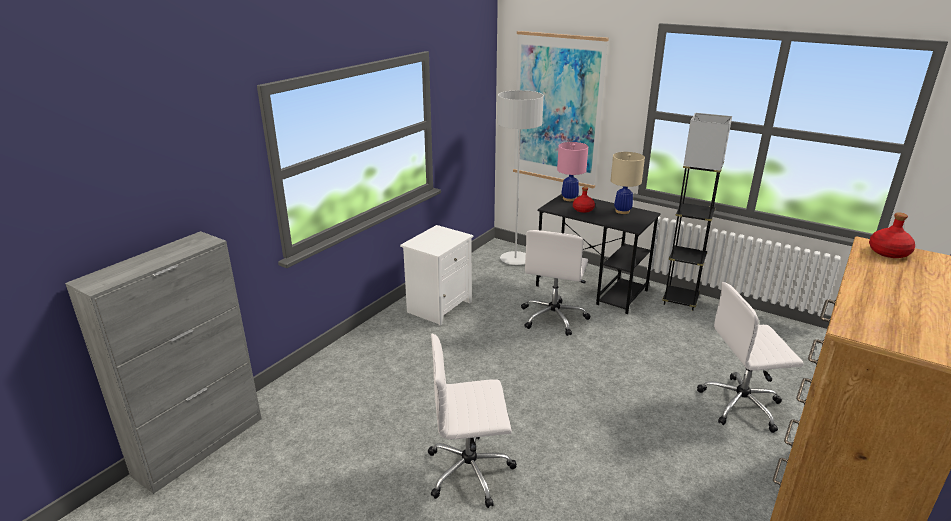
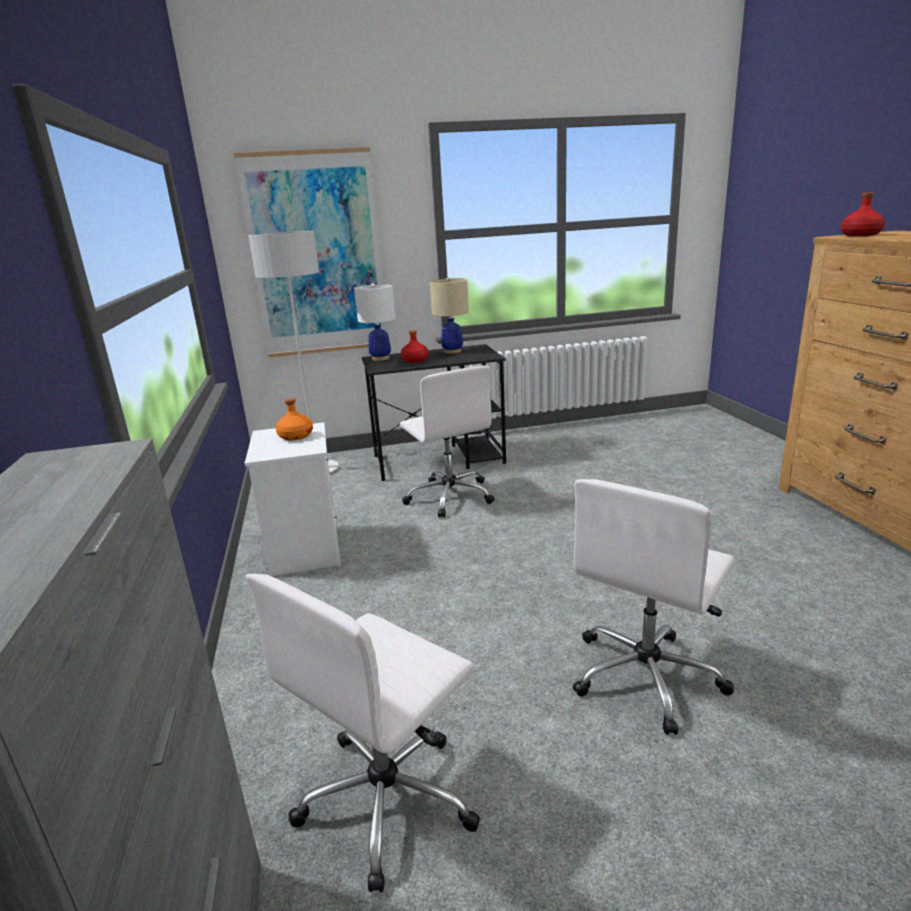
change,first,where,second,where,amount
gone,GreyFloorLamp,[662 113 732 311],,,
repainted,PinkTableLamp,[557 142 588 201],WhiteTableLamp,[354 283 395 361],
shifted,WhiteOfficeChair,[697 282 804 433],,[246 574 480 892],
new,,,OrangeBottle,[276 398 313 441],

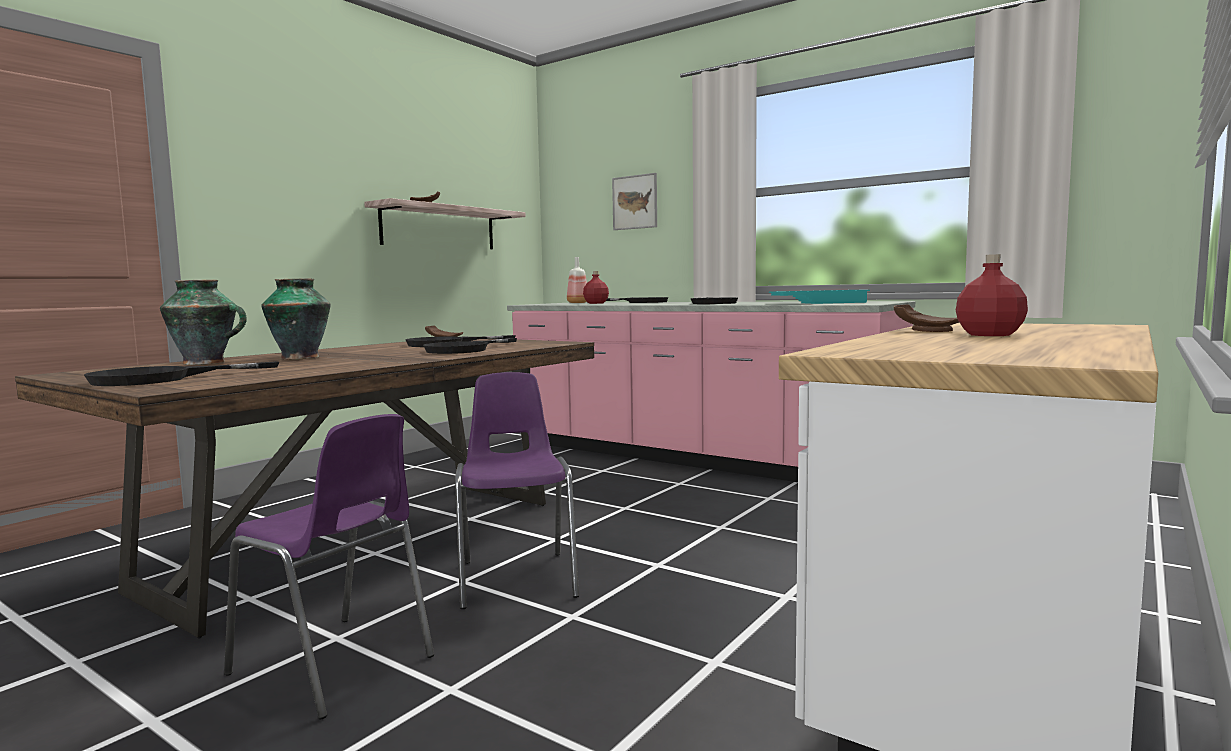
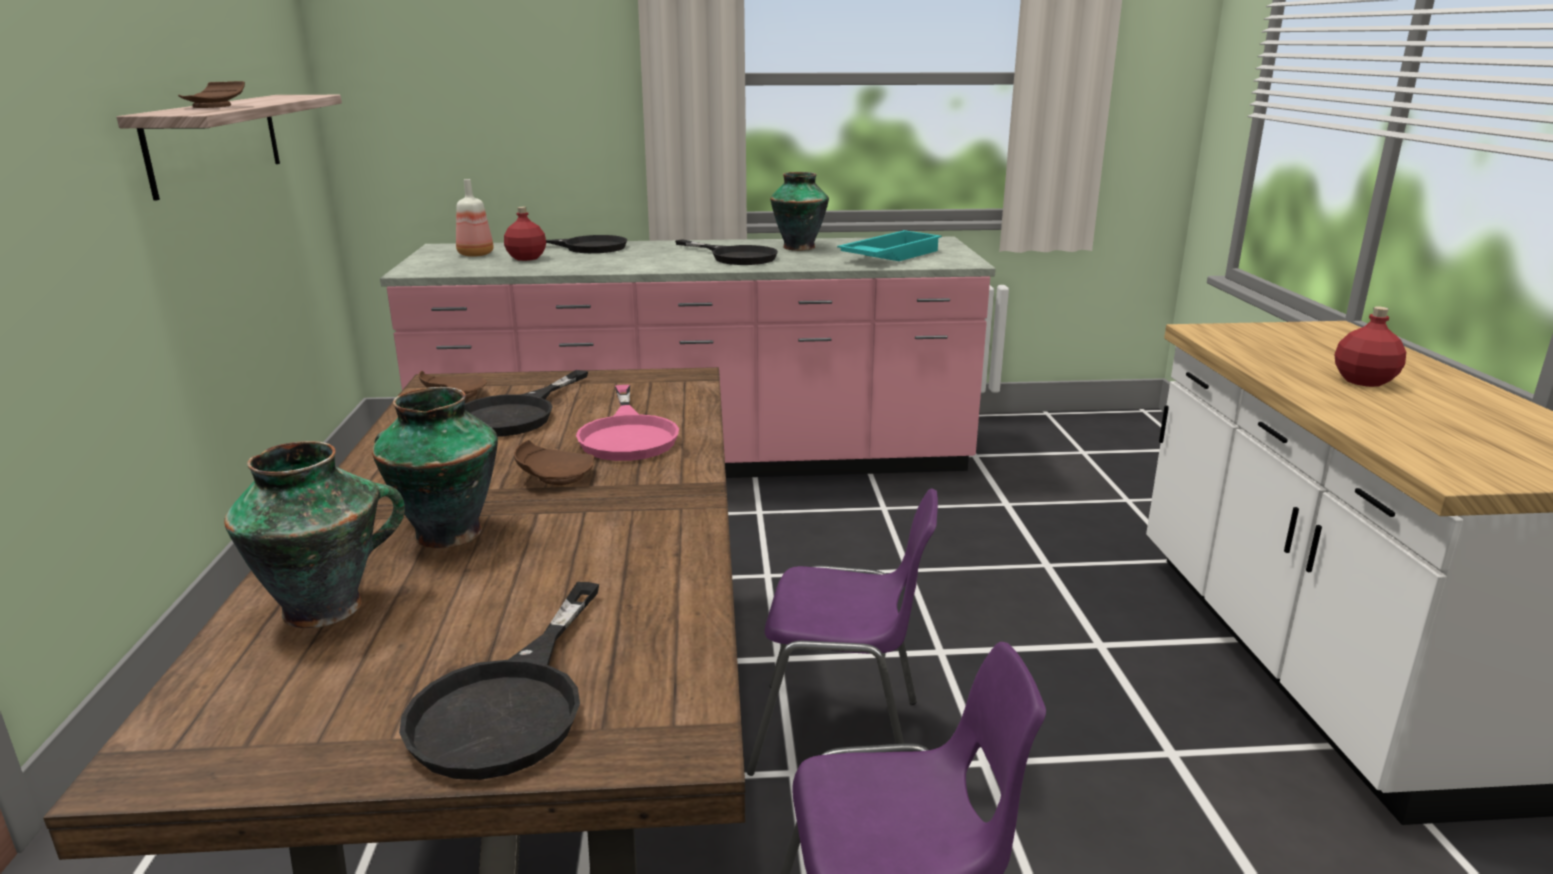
change,first,where,second,where,amount
gone,Picture,[612 173 657 230],,,
shifted,BrownPlate,[894 304 959 332],,[514 440 594 485],
repainted,BlackFryingPan,[423 338 517 354],PinkFryingPan,[576 385 679 461],
rotated,PurpleChair,[455 372 579 609],,[747 488 938 776],150 degrees clockwise
new,,,Vase,[770 172 829 251],

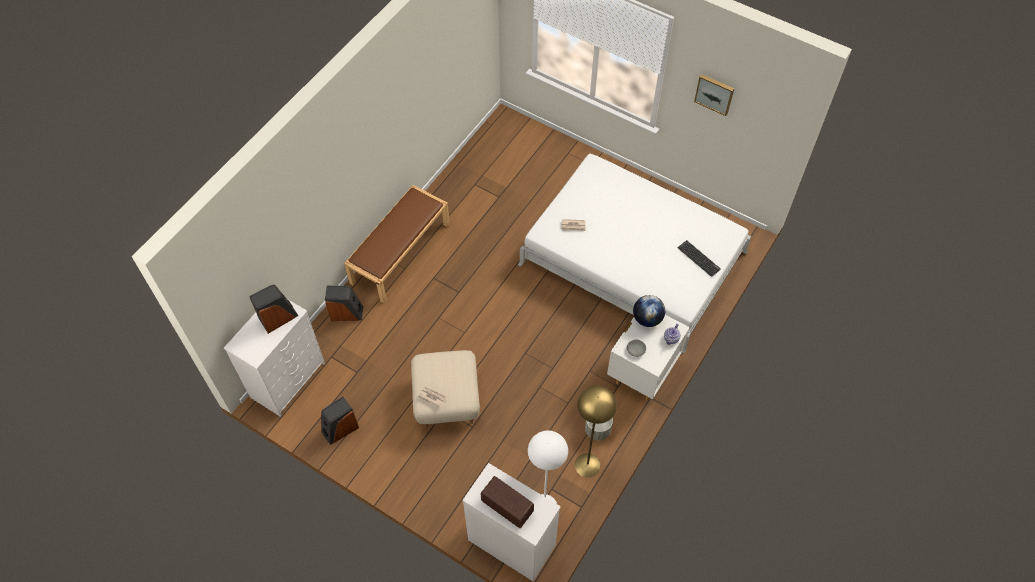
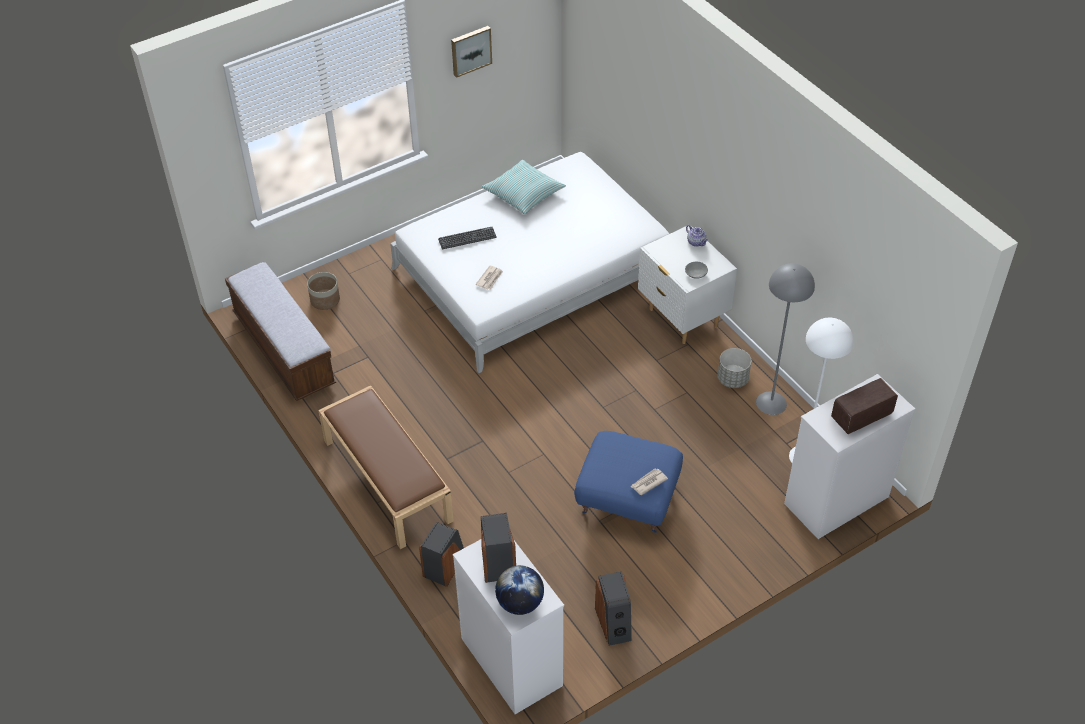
change,first,where,second,where,amount
shifted,Keyboard,[678 240 721 277],,[438 227 497 249],
shifted,Globe,[633 295 665 327],,[495 565 544 615],
repainted,BeigeOttoman,[411 350 480 428],BlueOttoman,[574 431 683 533],
repainted,YellowFloorLamp,[575 386 617 478],GreyFloorLamp,[756 263 815 415],
new,,,Pillow,[482 160 566 215],
new,,,Bench,[225 262 336 401],
new,,,Planter,[307 272 340 310],

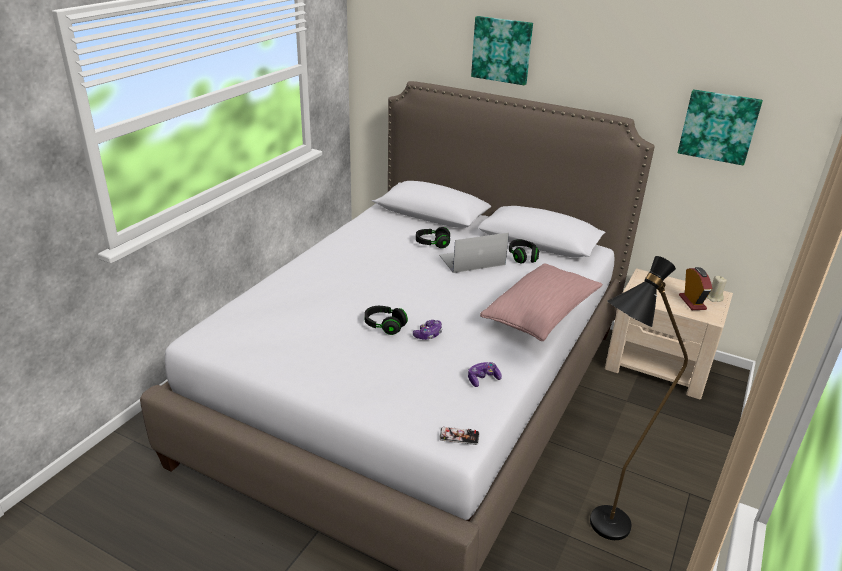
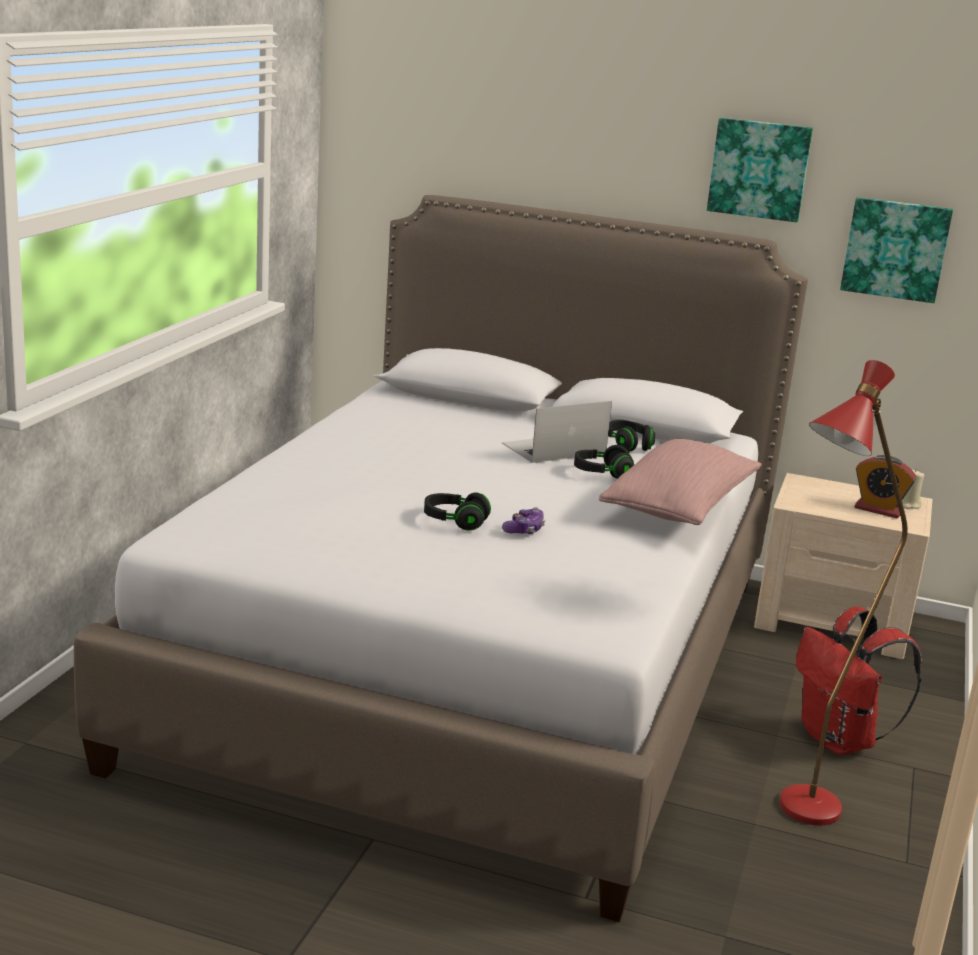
change,first,where,second,where,amount
shifted,Picture,[471 16 533 85],,[707 118 813 222],
shifted,BlackHeadphones,[416 227 450 248],,[574 445 634 479],
repainted,BlackFloorLamp,[590 256 688 540],RedFloorLamp,[779 360 908 825],
rotated,AlarmClock,[679 267 712 310],,[855 455 916 518],135 degrees clockwise
gone,GameController,[468 362 502 387],,,
gone,Phone,[439 426 479 445],,,
new,,,RedBackpack,[796 607 921 755],

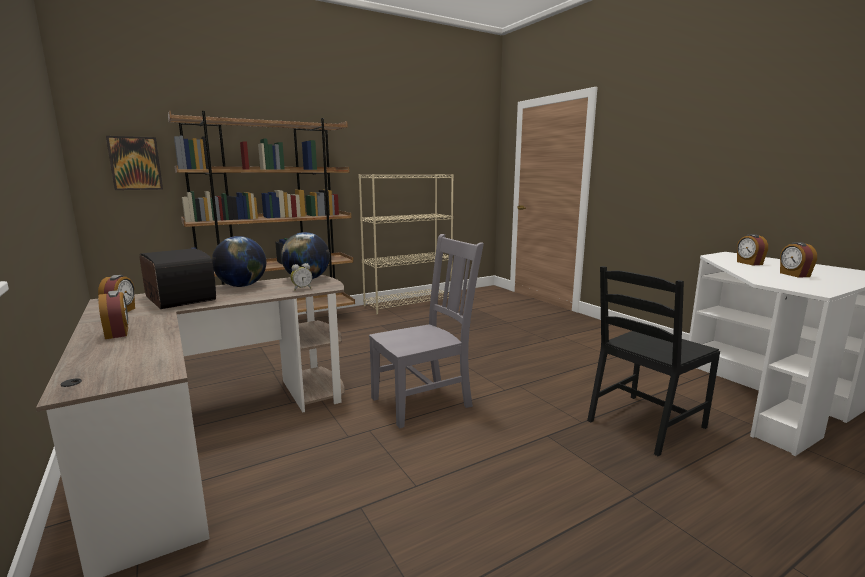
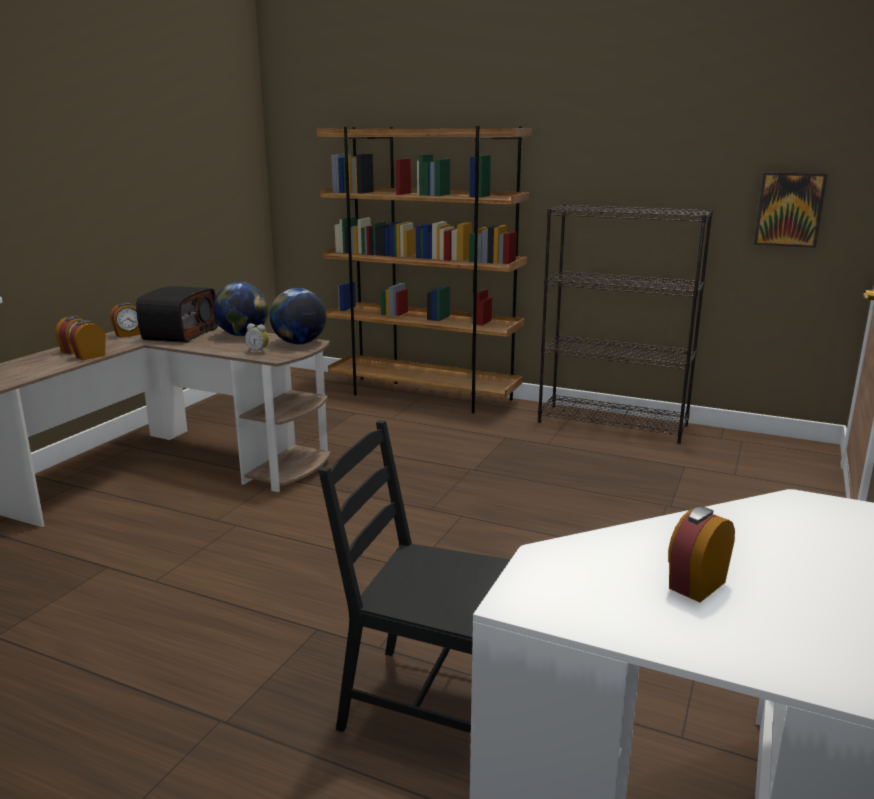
change,first,where,second,where,amount
shifted,Picture,[106 136 163 190],,[754 172 828 248],
repainted,BeigeBookcase,[359 174 454 314],BlackBookcase,[538 204 713 444],
gone,GreyChair,[369 234 484 428],,,
shifted,AlarmClock,[737 234 768 265],,[69 320 106 360],

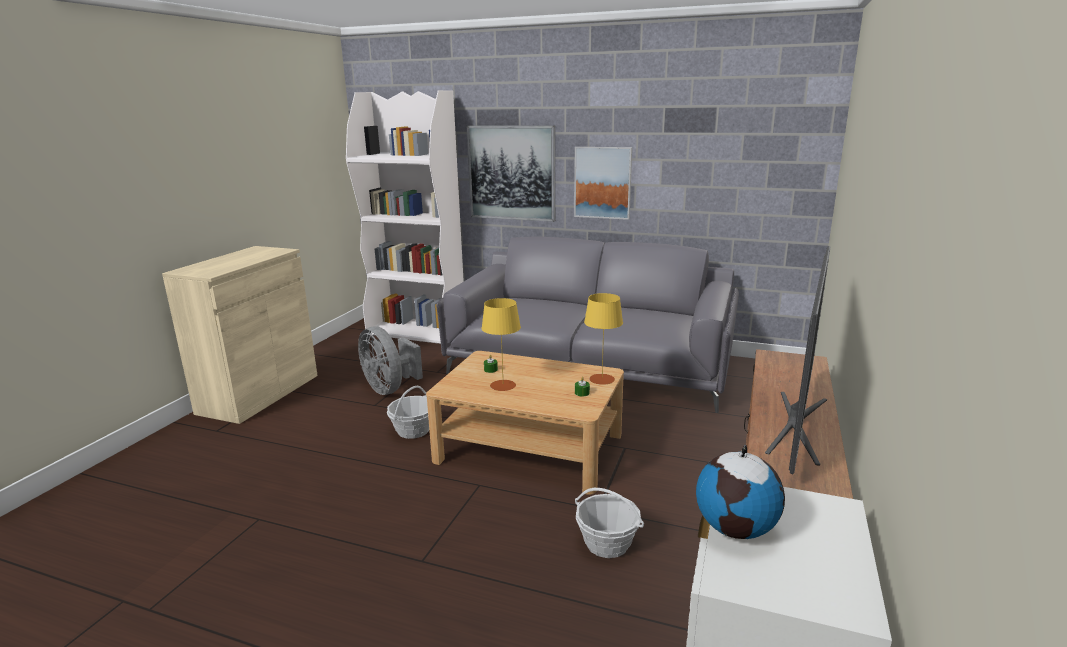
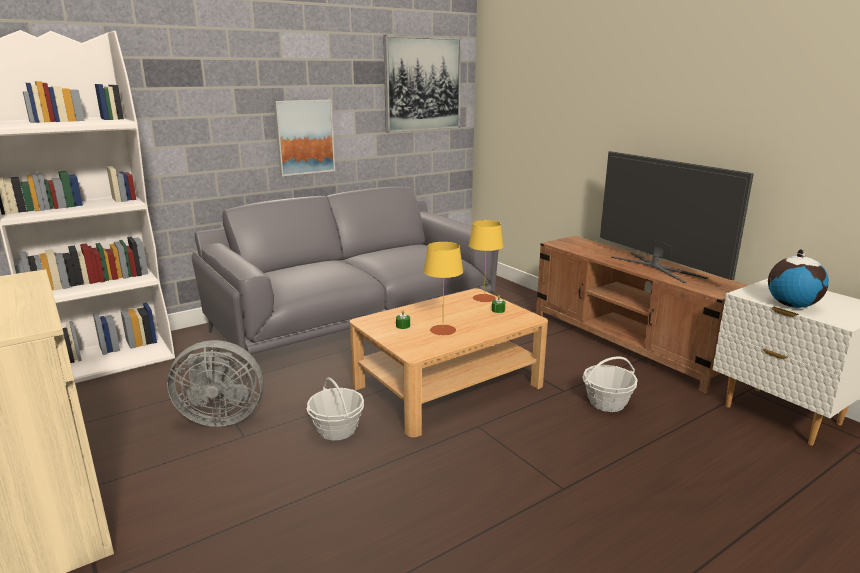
change,first,where,second,where,amount
shifted,Picture,[467 126 555 222],,[383 35 461 133],

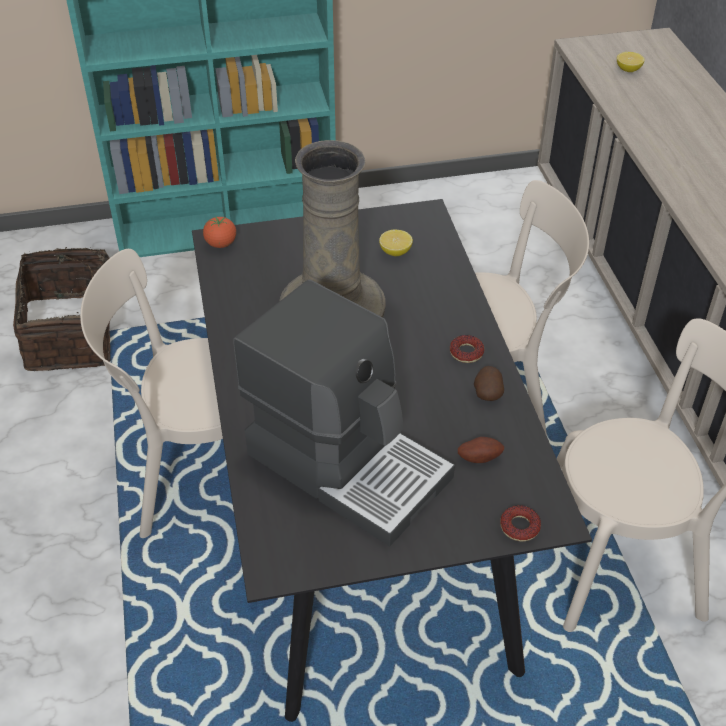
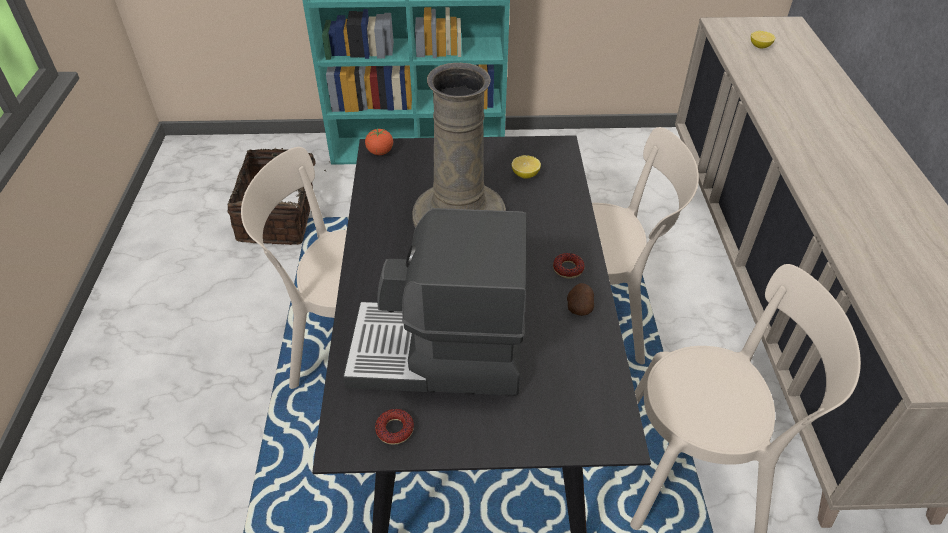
change,first,where,second,where,amount
rotated,CoffeeMachine,[233 280 455 546],,[343 208 527 396],135 degrees clockwise
gone,Potato,[458 437 504 463],,,
shifted,Donut,[500 505 541 541],,[375 409 414 445],

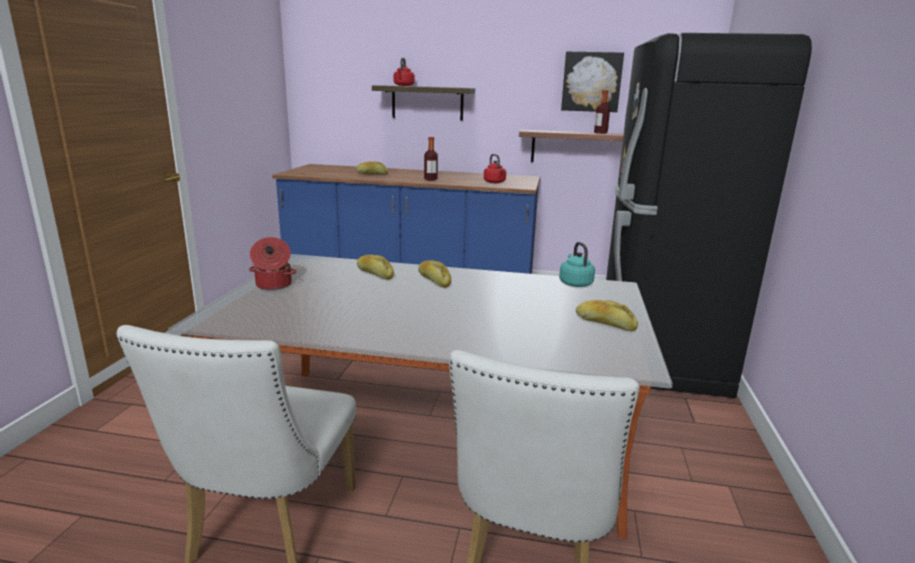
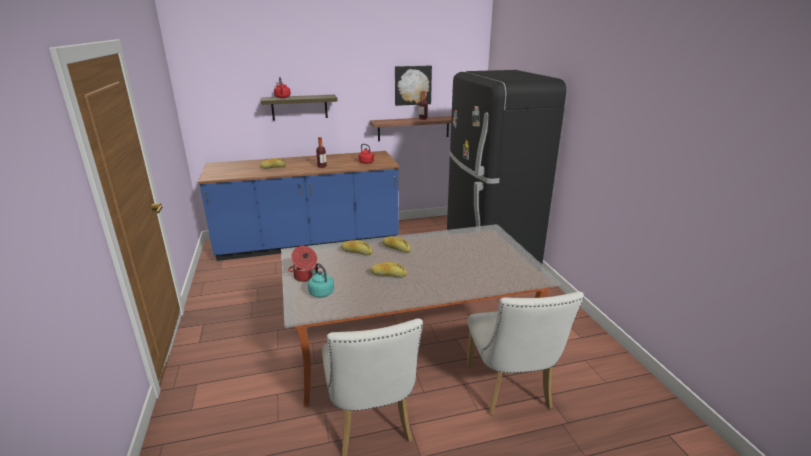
change,first,where,second,where,amount
shifted,TurquoiseKettle,[559 242 595 287],,[308 263 334 297],
shifted,Bread,[576 300 638 331],,[370 262 407 277],

